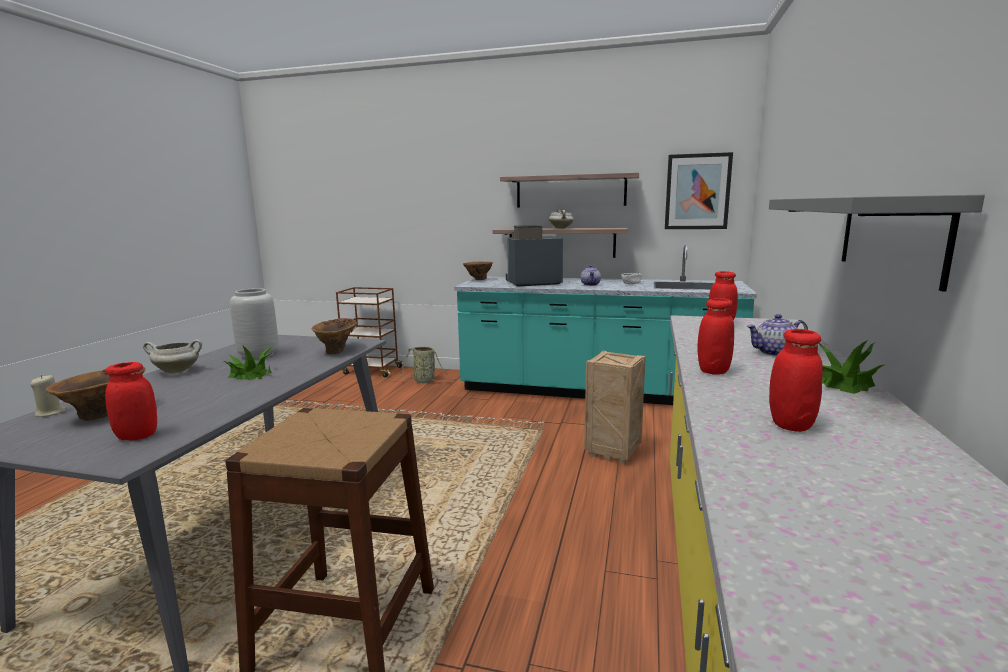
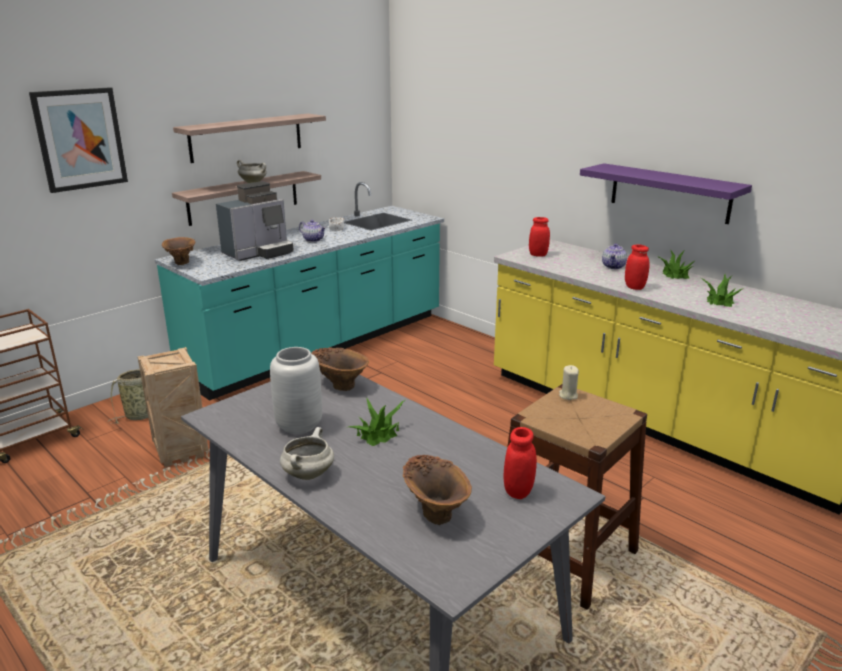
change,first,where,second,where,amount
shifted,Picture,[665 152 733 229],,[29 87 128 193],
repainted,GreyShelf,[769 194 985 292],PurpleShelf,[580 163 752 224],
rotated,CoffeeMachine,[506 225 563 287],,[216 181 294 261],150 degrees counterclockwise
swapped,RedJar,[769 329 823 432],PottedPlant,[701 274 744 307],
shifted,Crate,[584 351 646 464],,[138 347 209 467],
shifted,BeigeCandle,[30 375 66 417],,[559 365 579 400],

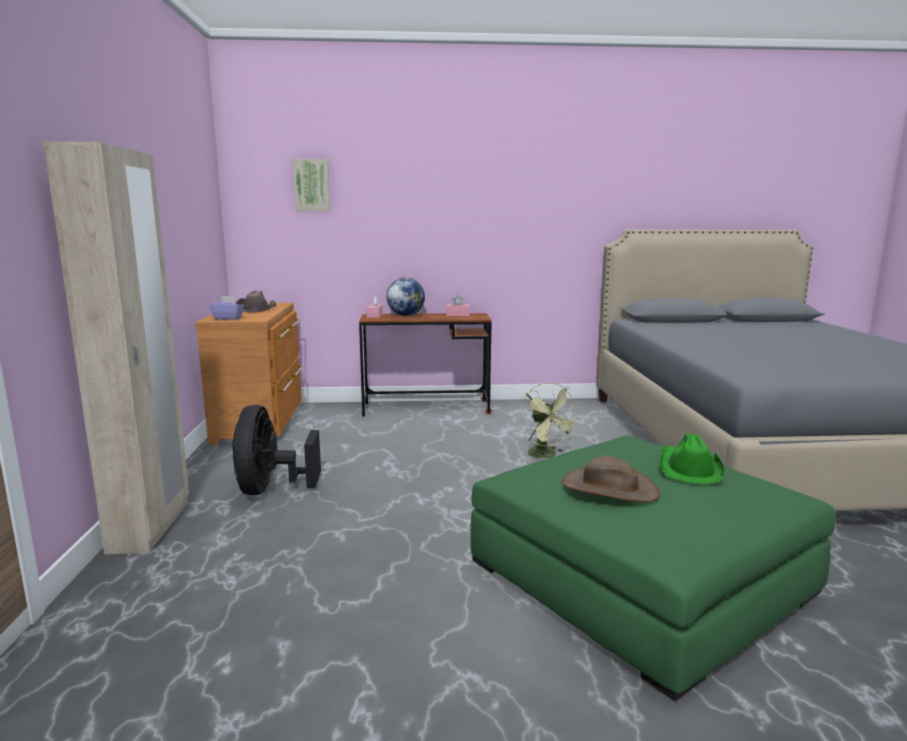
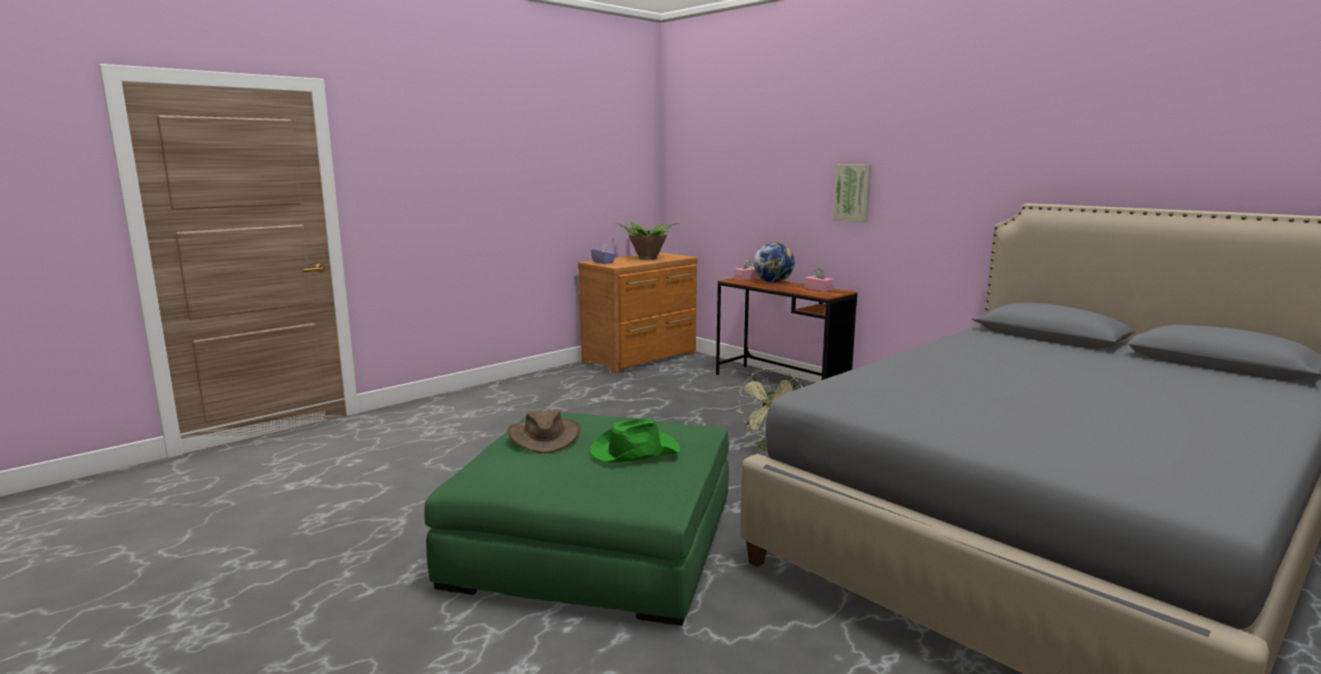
change,first,where,second,where,amount
gone,BeigeWardrobe,[43 141 189 554],,,
shifted,Picture,[293 159 330 211],,[833 165 872 223],
swapped,BrownHat,[235 290 276 312],PottedPlant,[616 221 681 260],
gone,BlackFan,[232 405 321 495],,,

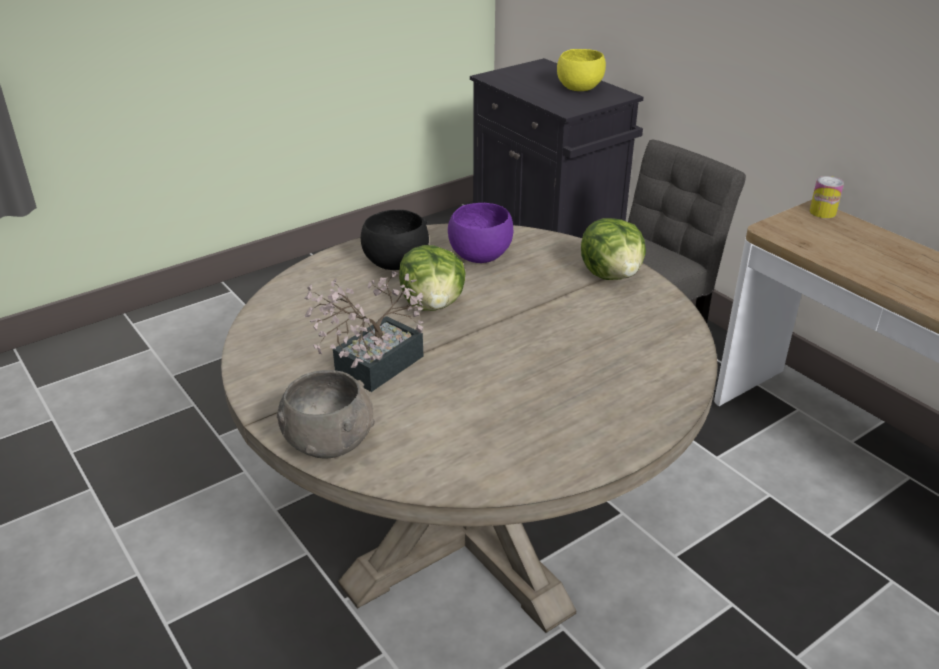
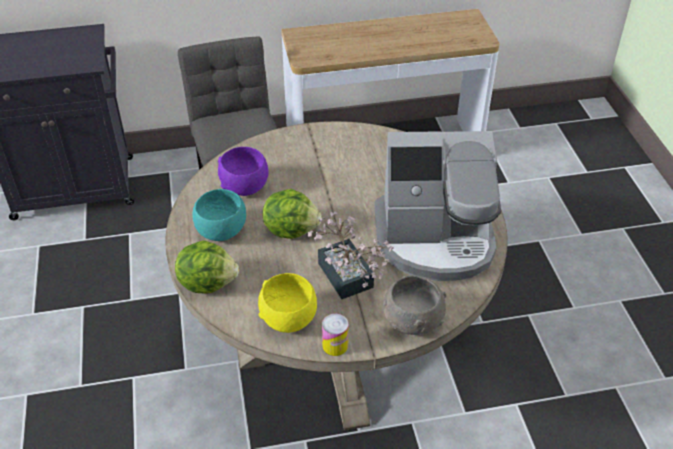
change,first,where,second,where,amount
shifted,YellowBowl,[557 49 606 91],,[258 273 317 333],
shifted,Can,[810 176 844 218],,[322 314 348 356],
repainted,BlackBowl,[361 210 429 270],TurquoiseBowl,[192 189 246 241],
shifted,Lettuce,[581 218 646 280],,[175 240 239 294],
new,,,CoffeeMachine,[375 131 501 281],

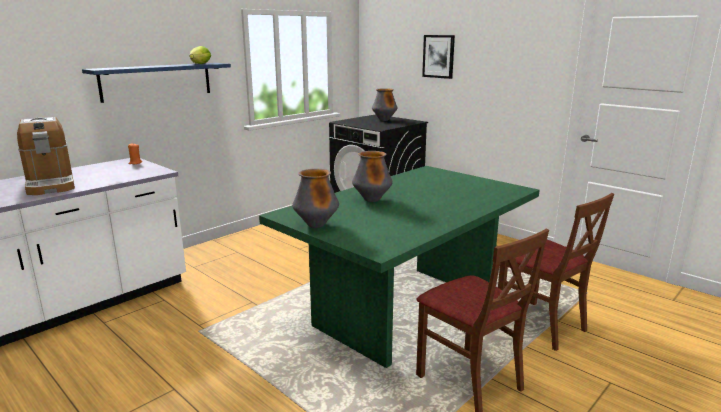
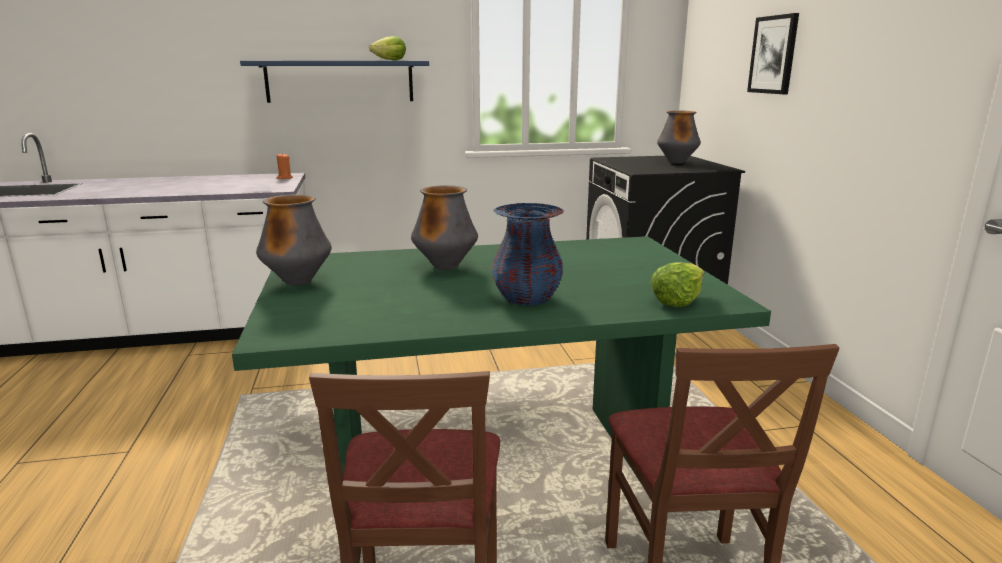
change,first,where,second,where,amount
gone,CoffeeMachine,[17 117 75 195],,,
new,,,BlueVase,[492 203 564 305],
new,,,Lettuce,[651 262 704 307],

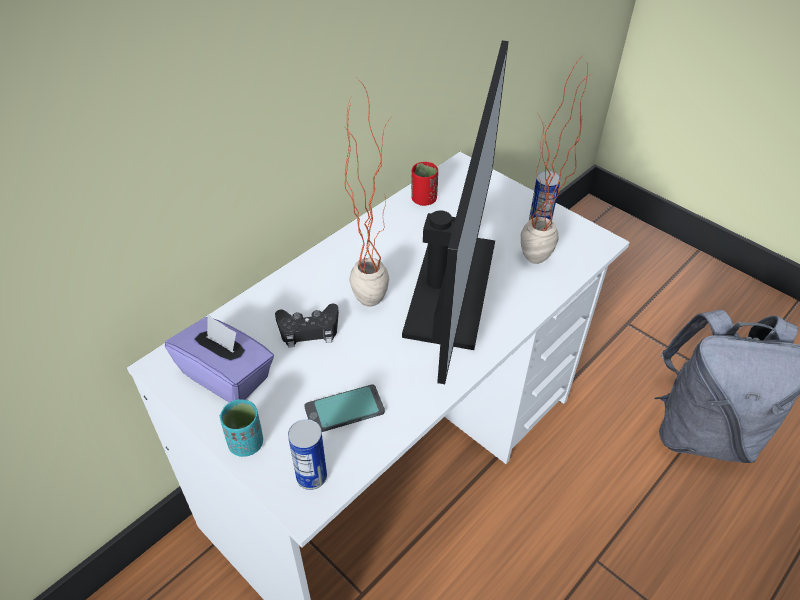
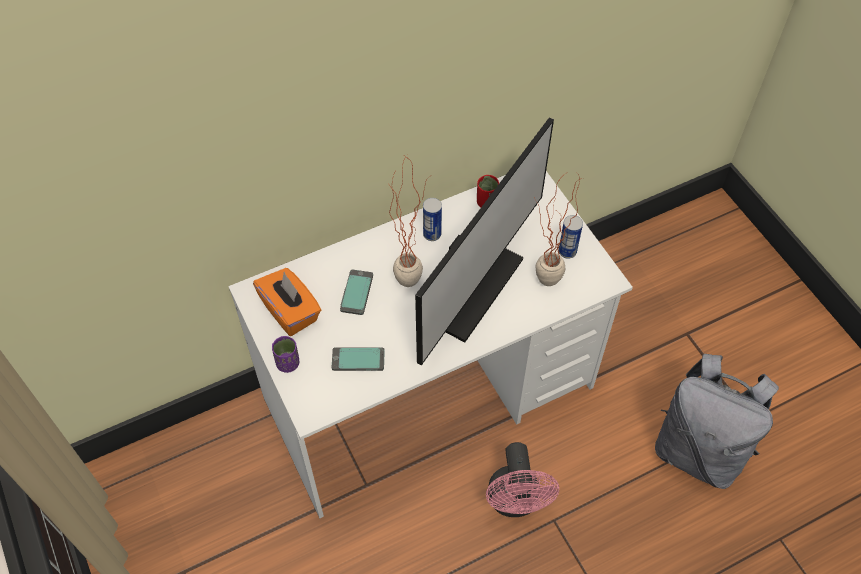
change,first,where,second,where,amount
swapped,BlackGameController,[275 304 339 348],Phone,[340 269 373 315],
repainted,PurpleTissueBox,[165 314 274 402],OrangeTissueBox,[253 268 321 336],
repainted,TurquoiseCup,[219 399 263 457],PurpleCup,[272 336 299 373],
shifted,Can,[288 419 327 490],,[423 198 442 241],
new,,,PinkFan,[486 442 559 517],

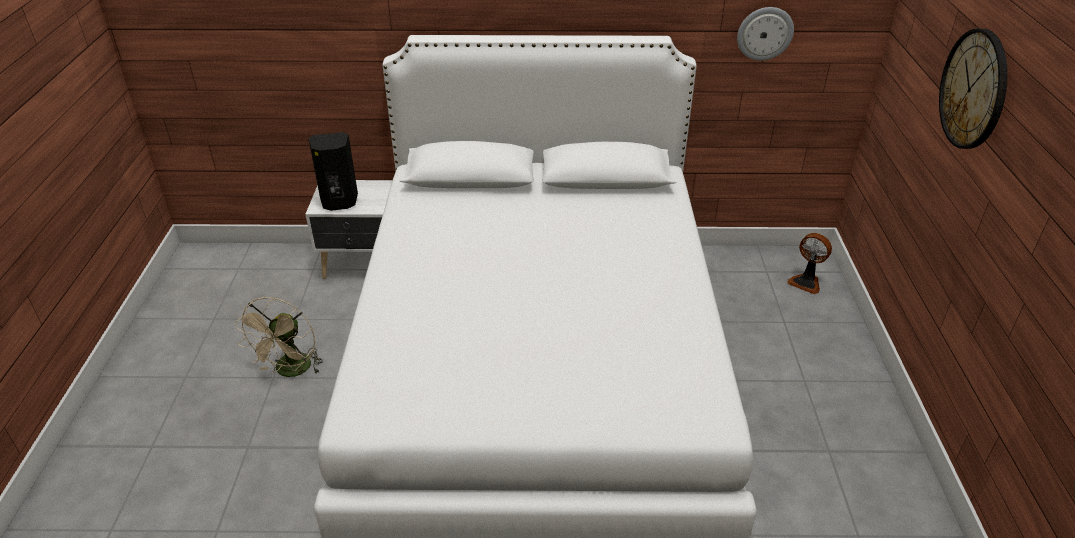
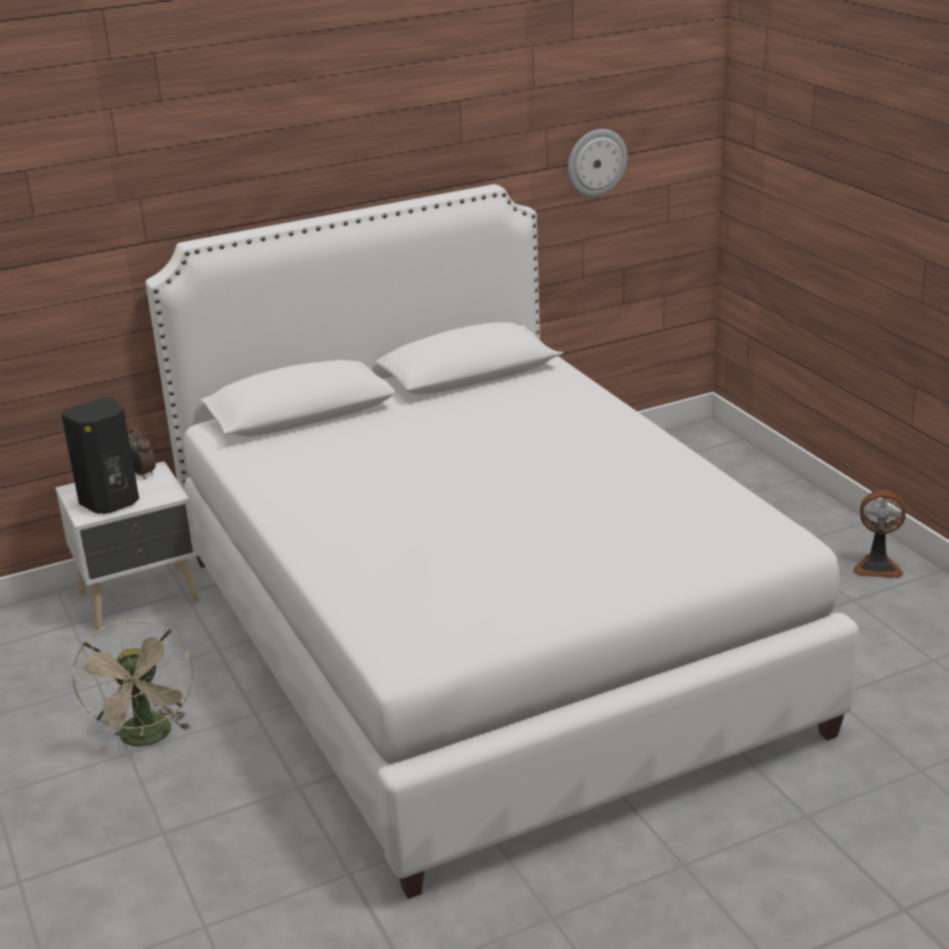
change,first,where,second,where,amount
gone,WallClock,[939 29 1007 149],,,
shifted,Fan,[787 233 832 294],,[853 490 906 578],
new,,,AlarmClock,[128 429 156 479],

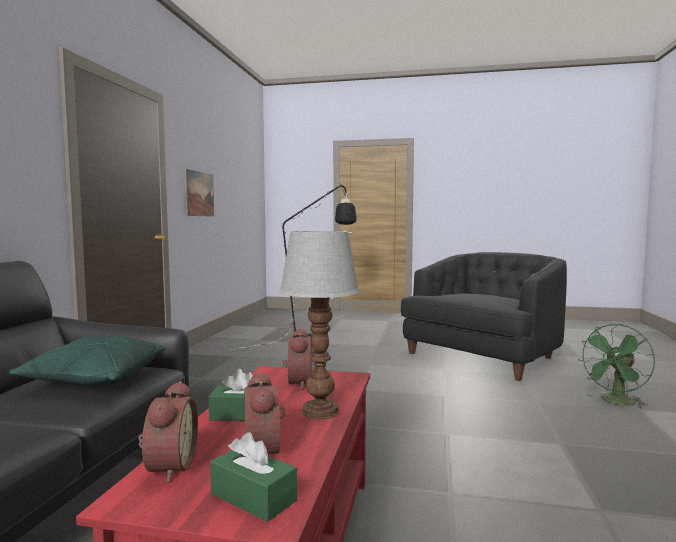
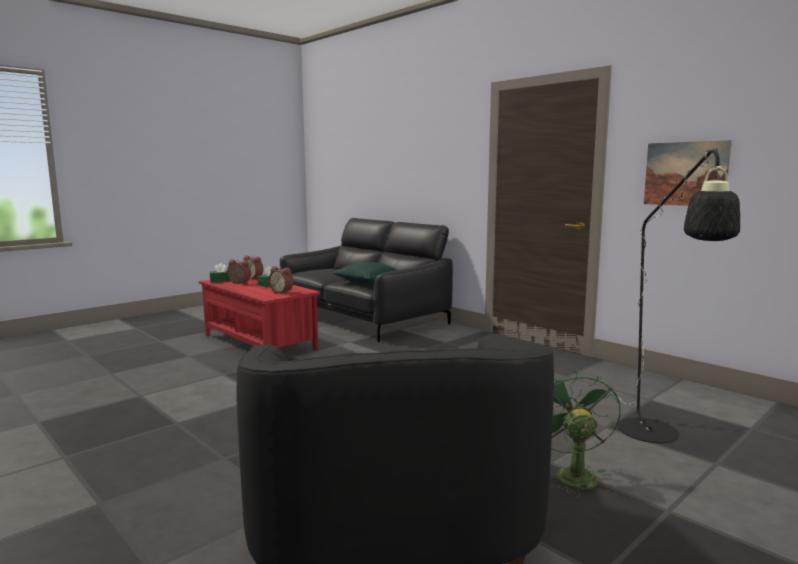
change,first,where,second,where,amount
gone,TableLamp,[279 231 360 420],,,
shifted,GreenFan,[578 324 655 409],,[549 370 621 497],

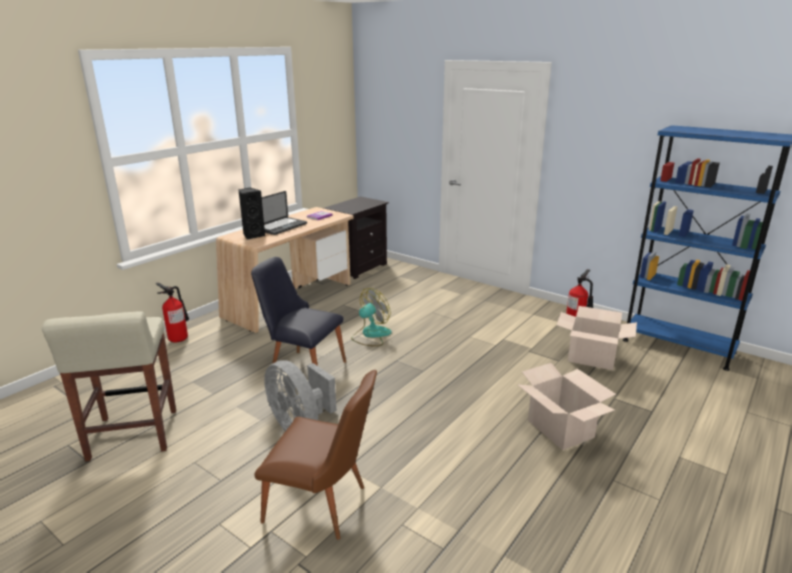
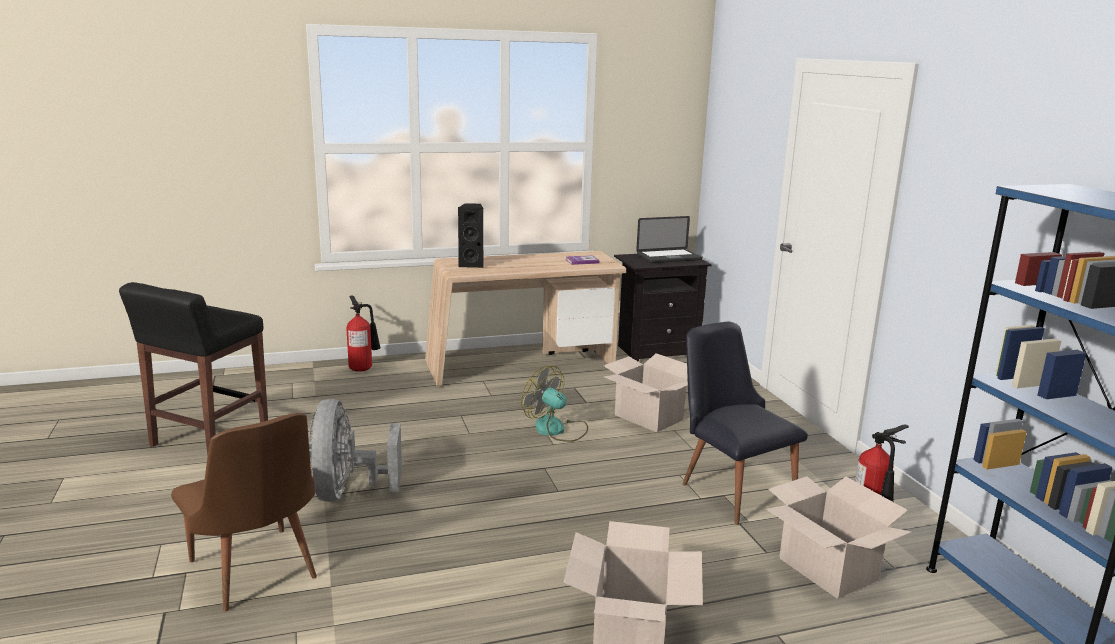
change,first,where,second,where,amount
shifted,Laptop,[262 191 307 235],,[636 216 703 263],
shifted,BlackChair,[251 257 346 366],,[682 322 808 525],
rotated,Fan,[351 288 392 346],,[521 366 588 442],135 degrees counterclockwise
repainted,BeigeStool,[42 312 176 461],BlackStool,[119 282 268 456],
new,,,CardboardBox,[603 353 688 432],

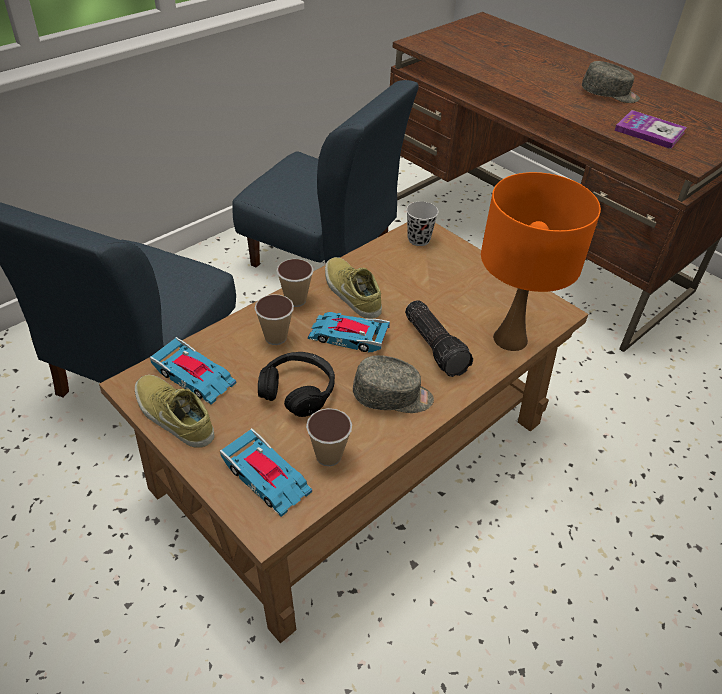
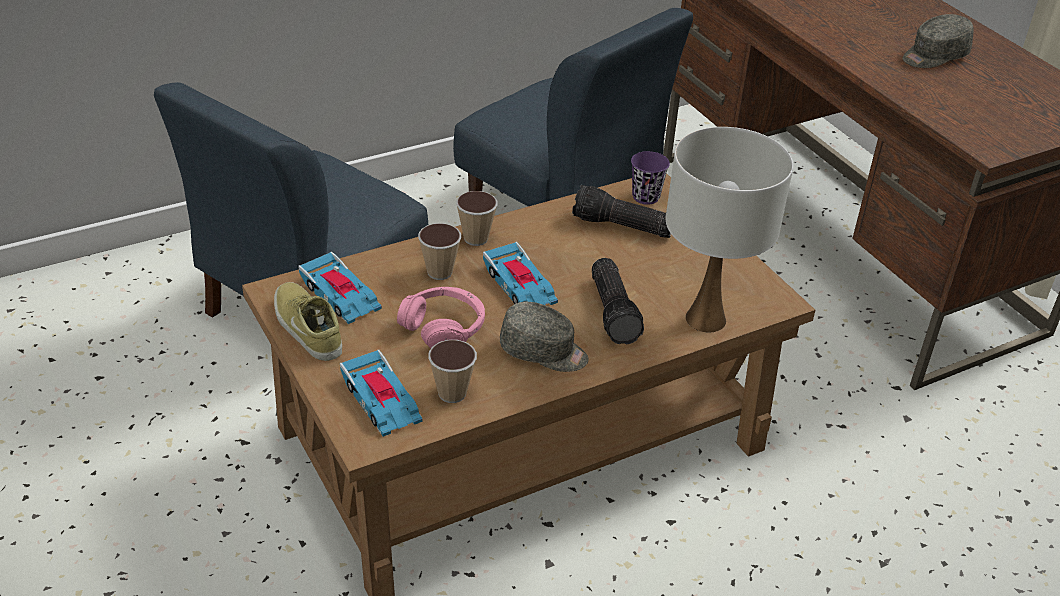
change,first,where,second,where,amount
rotated,GreyCap,[582 61 640 103],,[902 14 974 68],120 degrees clockwise
gone,Book,[615 110 687 149],,,
repainted,OrangeTableLamp,[481 172 601 351],WhiteTableLamp,[666 127 793 332],
repainted,BlackCup,[406 201 438 246],PurpleCup,[631 151 670 205],
gone,BeigeShoe,[325 257 382 319],,,
rotated,ToyCar,[308 312 390 352],,[483 242 558 305],150 degrees counterclockwise
repainted,BlackHeadphones,[258 352 335 417],PinkHeadphones,[397 287 485 348],
new,,,Flashlight,[572 185 671 238],

